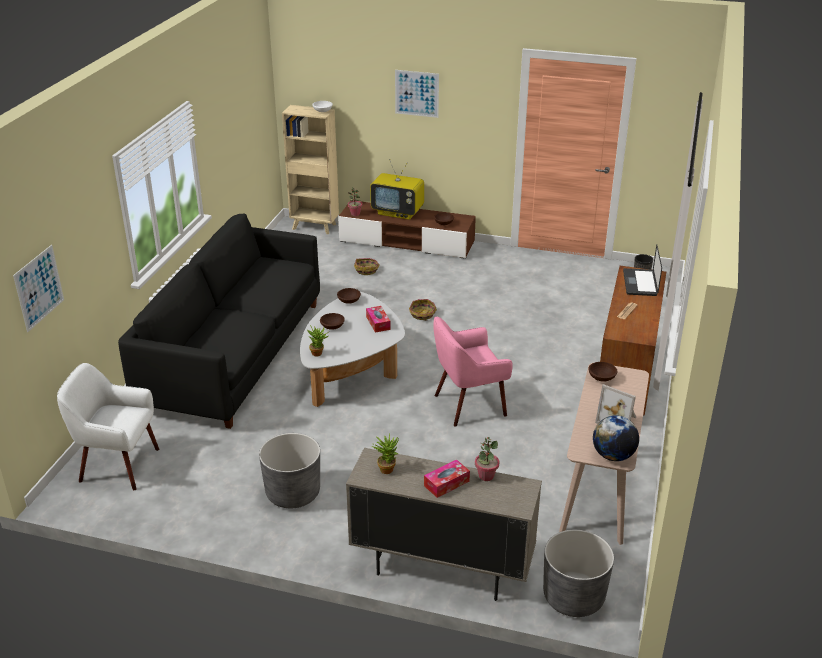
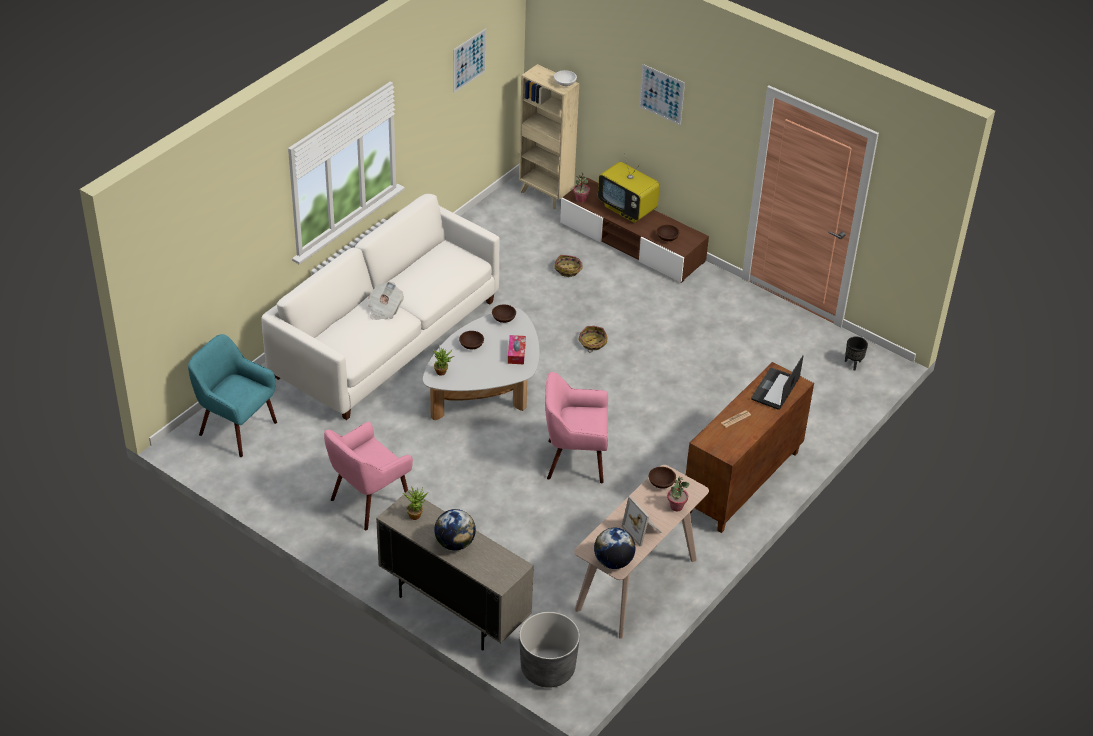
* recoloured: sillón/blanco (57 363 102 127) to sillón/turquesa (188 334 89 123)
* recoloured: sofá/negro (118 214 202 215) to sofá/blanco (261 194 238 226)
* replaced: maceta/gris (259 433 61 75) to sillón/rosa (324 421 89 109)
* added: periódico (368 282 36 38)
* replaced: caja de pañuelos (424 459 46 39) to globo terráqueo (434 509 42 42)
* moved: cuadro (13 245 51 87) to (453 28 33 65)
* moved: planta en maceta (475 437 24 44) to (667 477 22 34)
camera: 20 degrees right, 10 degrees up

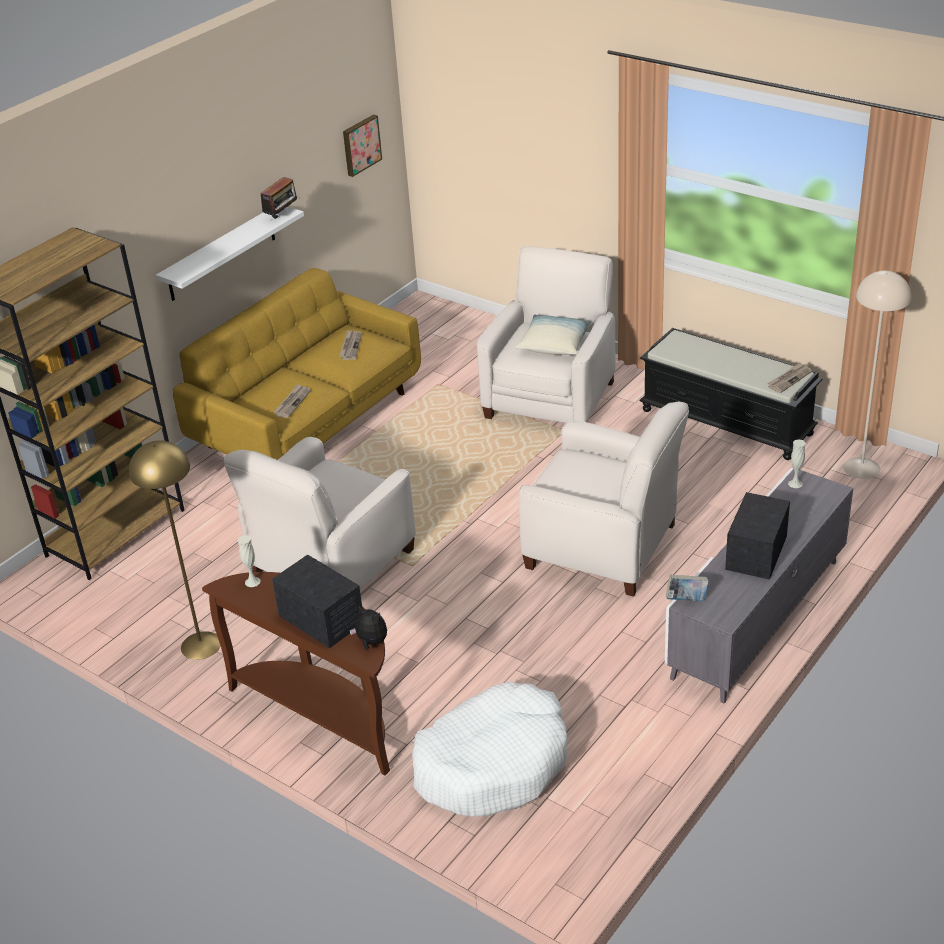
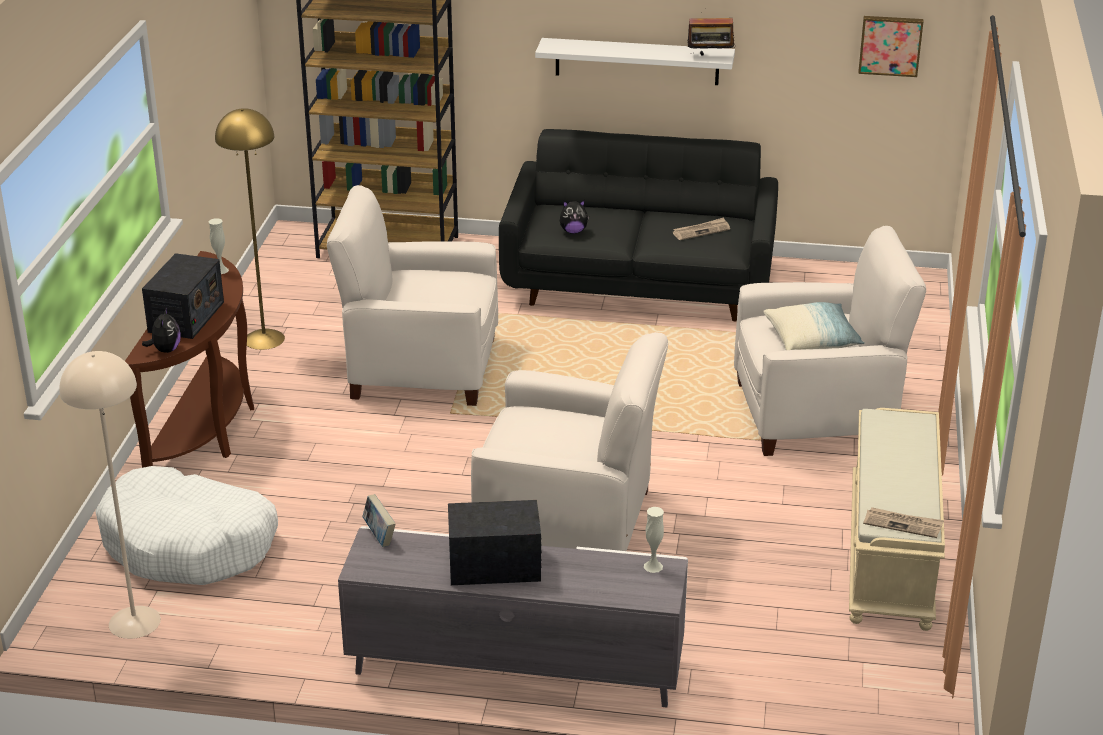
* moved: lámpara de pie/beis (843 271 68 208) to (59 351 102 288)
* turned: sillón/blanco (519 402 170 195) = (471 332 197 219) 75 degrees counterclockwise
* recoloured: sofá/amarillo (173 268 248 192) to sofá/negro (499 129 279 193)
* replaced: periódico (273 384 38 34) to peluche (560 200 29 34)
* recoloured: banco/negro (639 328 183 132) to banco/beis (849 408 96 223)
camera: 60 degrees right, 5 degrees down

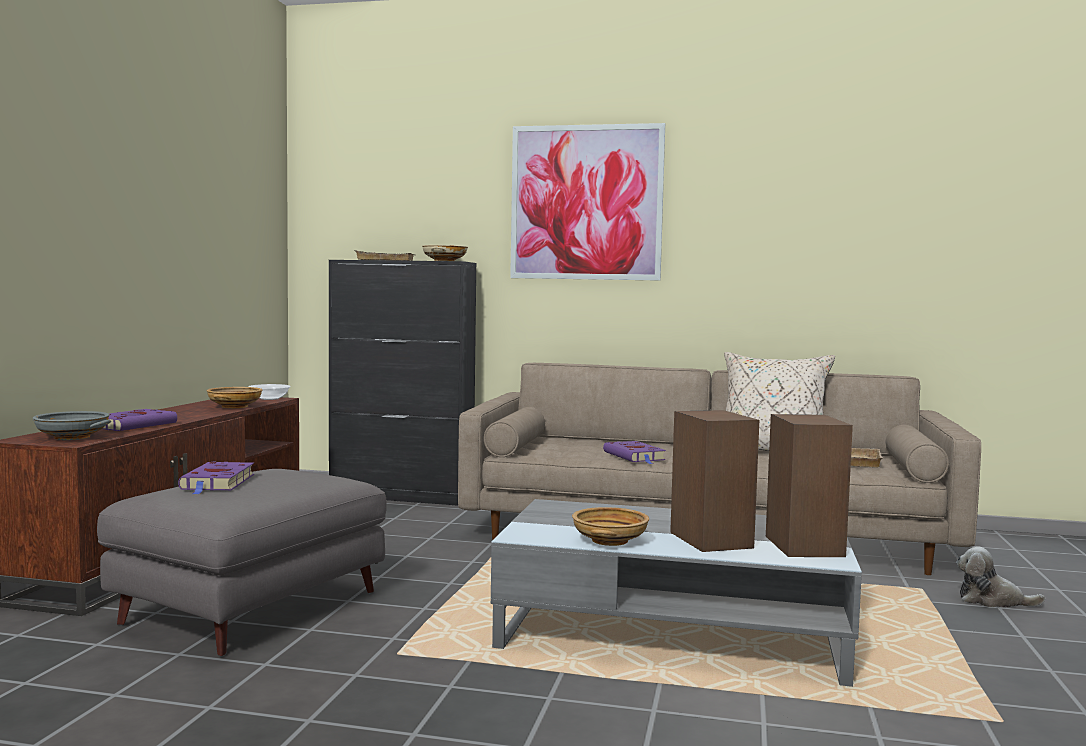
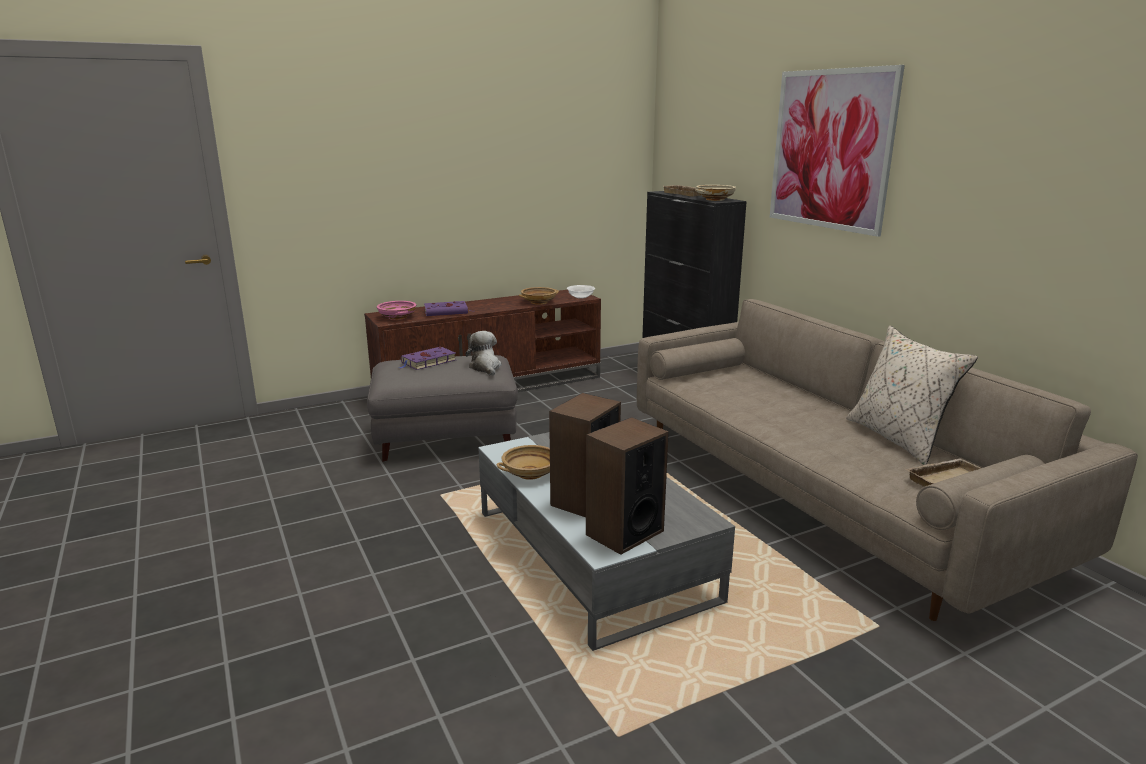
* recoloured: cuenco/gris (33 411 78 29) to cuenco/rosa (377 301 39 19)
* moved: peluche (956 546 89 62) to (465 331 37 45)
* removed: libro/morado (603 441 63 23)
camera: 50 degrees right, 15 degrees up

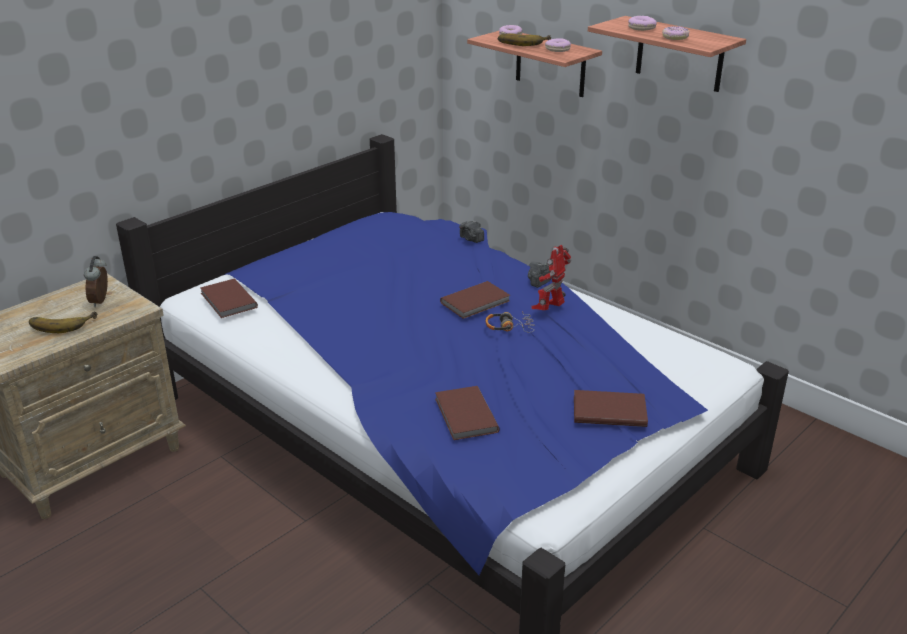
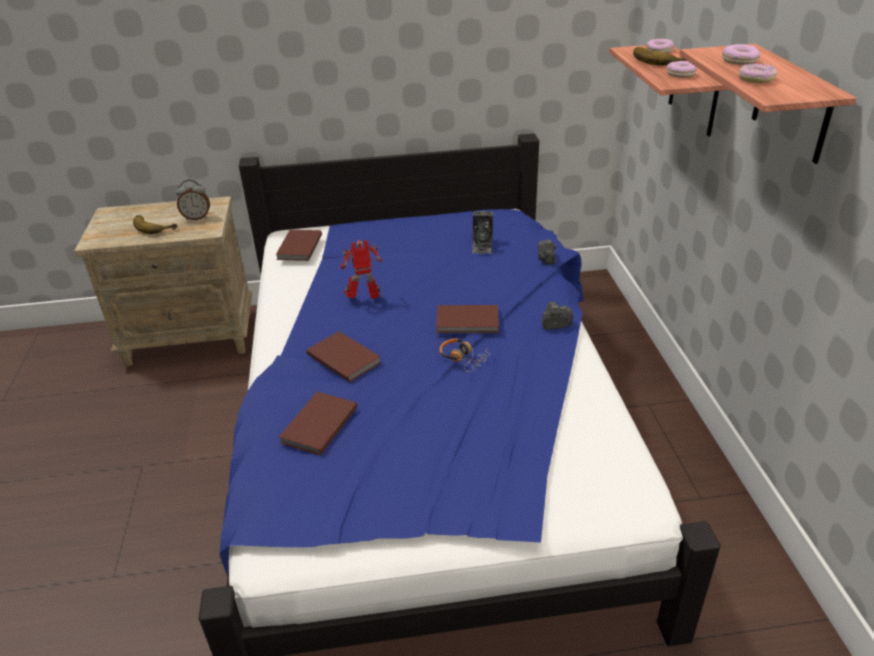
* turned: despertador (84 256 24 51) = (176 179 34 41) 135 degrees counterclockwise
* moved: libro/marrón (574 390 74 37) to (307 331 74 51)
* moved: robot de juguete (532 245 40 65) to (341 240 41 59)
* added: cámara (472 211 21 43)
camera: 40 degrees right, 5 degrees up

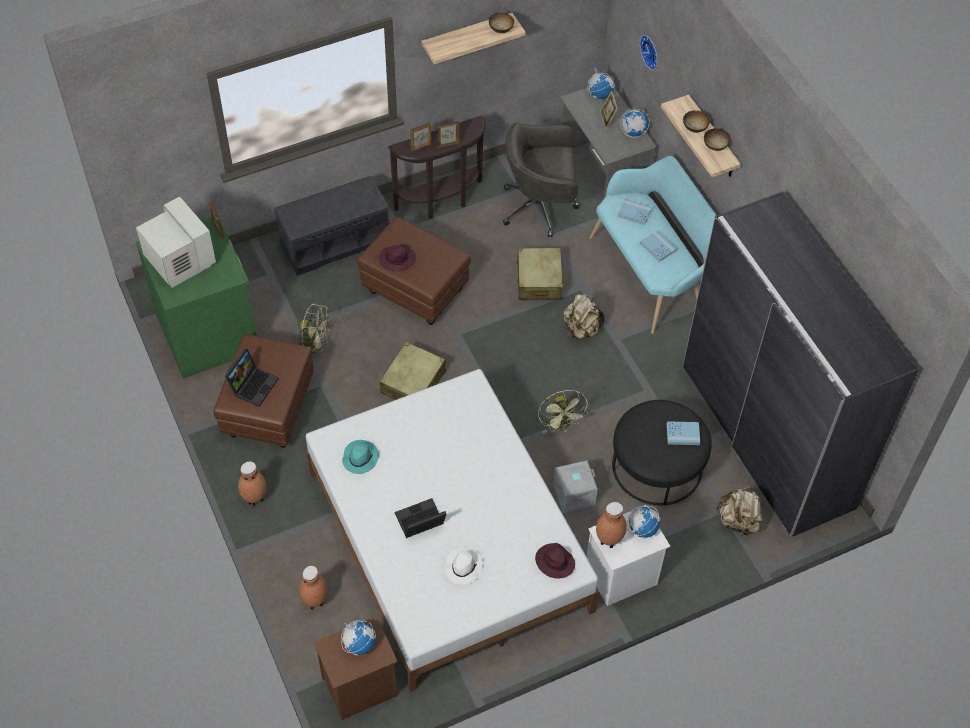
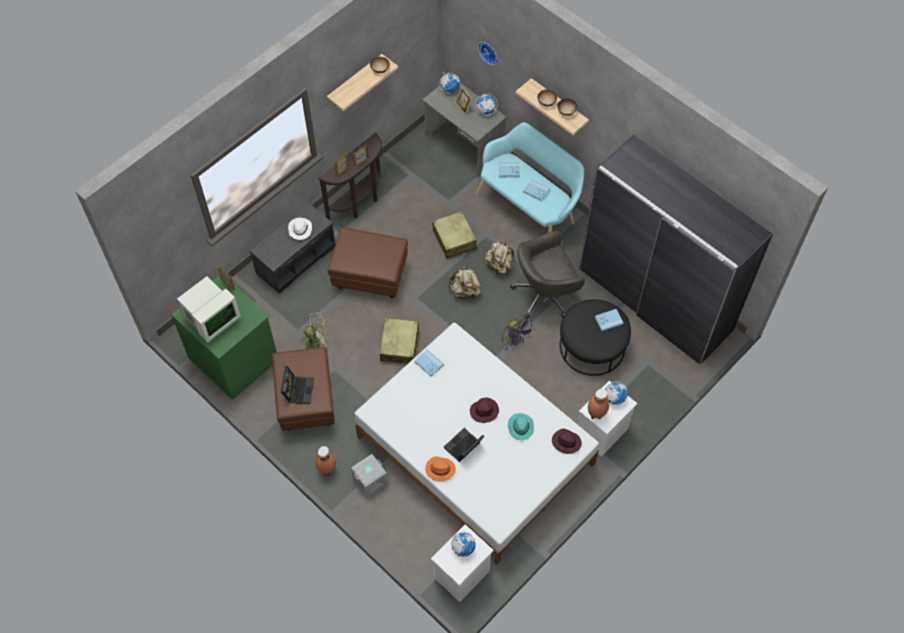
* turned: monitor (136 196 80 92) = (177 276 64 67) 105 degrees clockwise
* moved: sombrero/blanco (445 547 38 38) to (288 218 24 22)
* moved: caja de almacenaje/gris (553 460 45 53) to (351 454 37 42)
* added: libro/azul (414 349 30 27)
* added: sombrero/naranja (425 456 31 25)
* recoloured: mesita de noche/marrón (314 616 84 104) to mesita de noche/blanco (431 524 63 78)
* moved: mochila/beis (716 486 47 51) to (448 266 33 33)
* moved: sombrero/morado (379 245 36 27) to (470 398 29 25)
* recoloured: ventilador/verde (538 390 51 44) to ventilador/morado (502 314 32 37)
* moved: sombrero/turquesa (342 440 37 34) to (508 413 26 27)
* moved: silla de oficina/gris (503 123 77 114) to (511 231 74 88)
* removed: florero/marrón (299 566 28 44)
camera: 20 degrees left, 5 degrees up

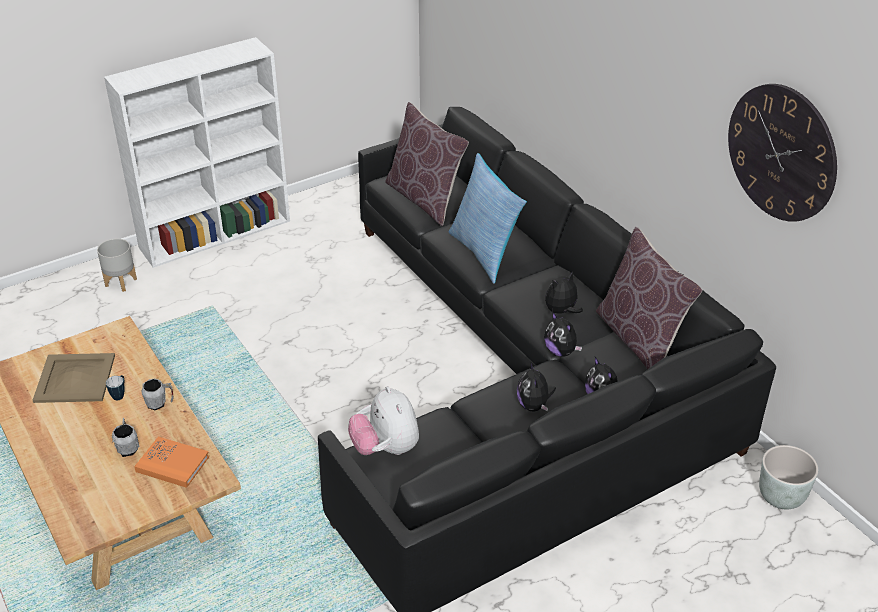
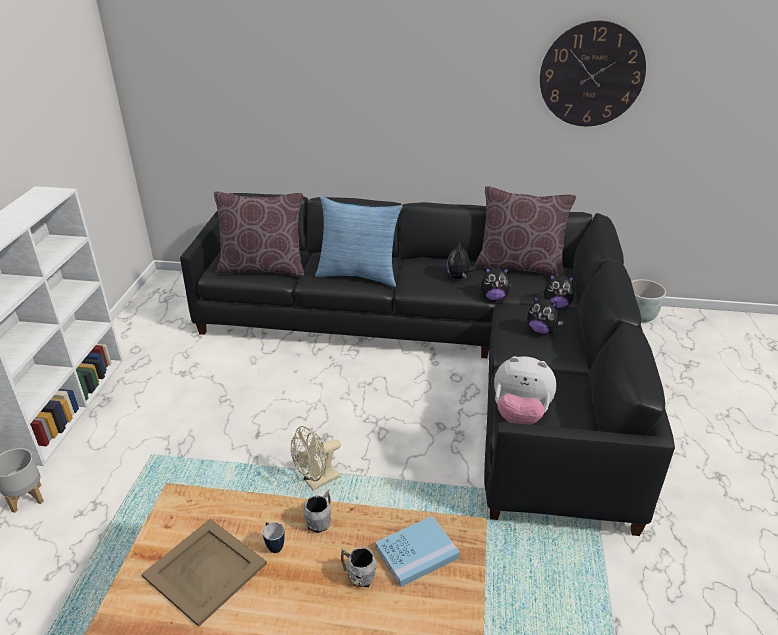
* added: ventilador/beis (291 426 50 64)
* recoloured: libro/naranja (134 437 75 51) to libro/azul (375 516 85 71)
camera: 50 degrees left, 5 degrees down

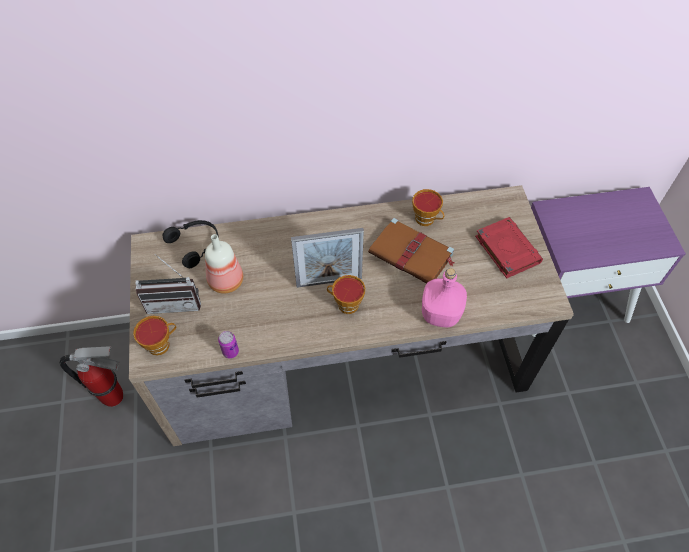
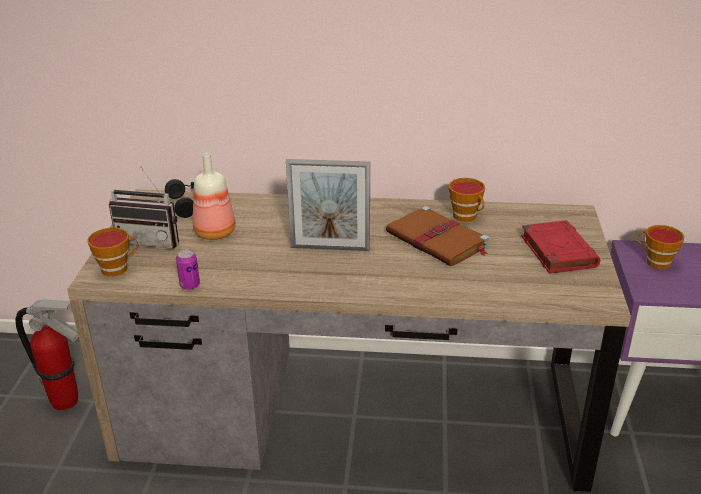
* moved: taza (327 275 38 39) to (637 225 47 44)
* removed: botella/rosa (422 268 45 59)
camera: 15 degrees right, 25 degrees down

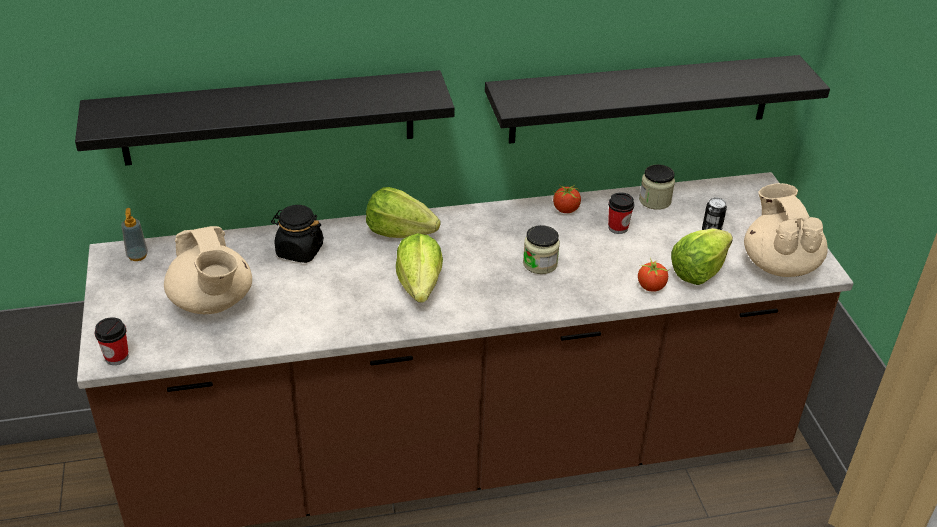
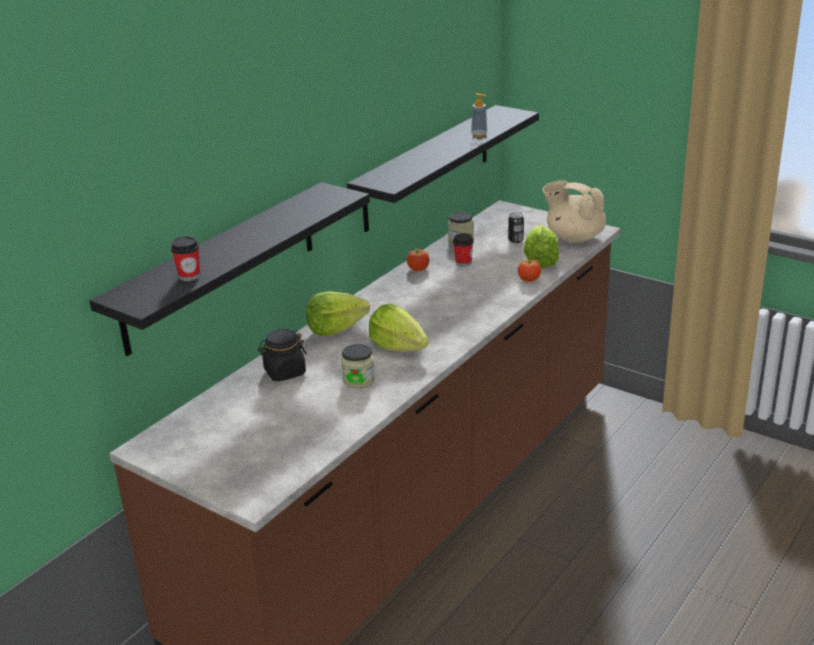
* moved: taza (95 317 34 48) to (171 236 29 45)
* moved: tarro (523 225 37 49) to (341 344 34 45)
* moved: dispensador de jabón (121 208 27 53) to (471 93 16 44)
* removed: tetera/beis (164 226 88 88)
camera: 40 degrees left, 10 degrees down

